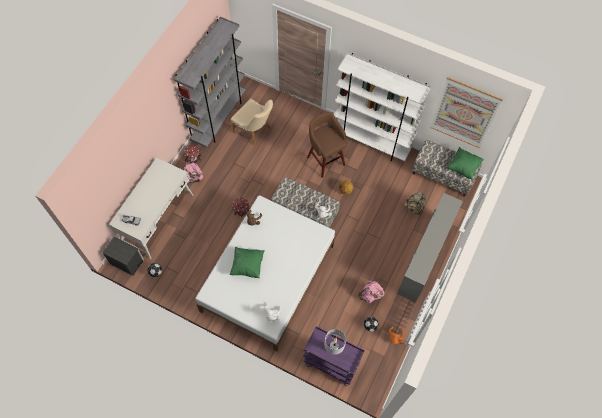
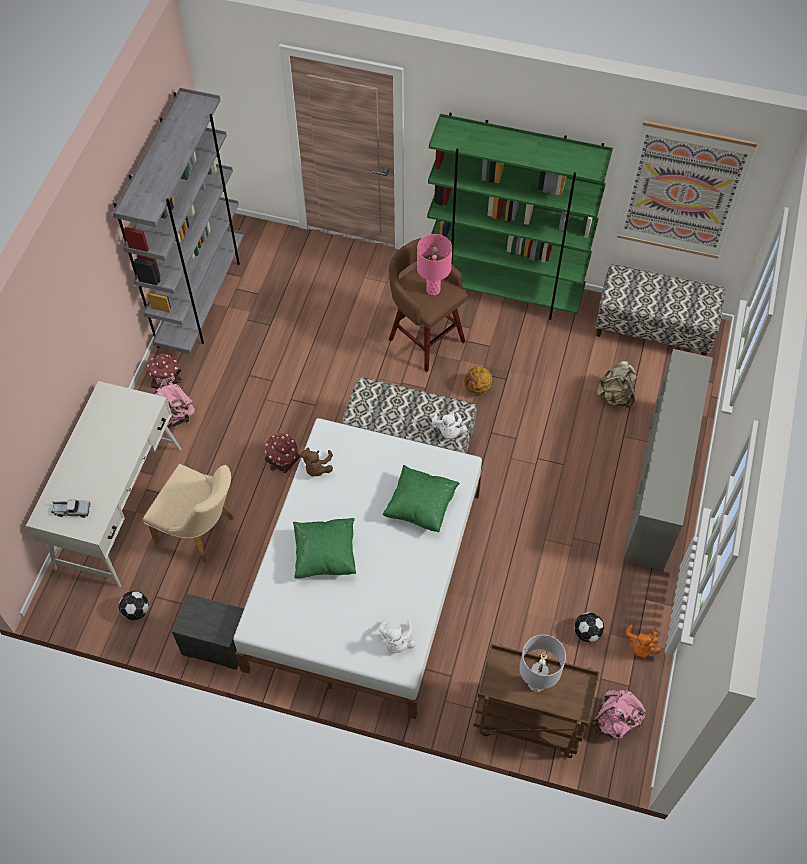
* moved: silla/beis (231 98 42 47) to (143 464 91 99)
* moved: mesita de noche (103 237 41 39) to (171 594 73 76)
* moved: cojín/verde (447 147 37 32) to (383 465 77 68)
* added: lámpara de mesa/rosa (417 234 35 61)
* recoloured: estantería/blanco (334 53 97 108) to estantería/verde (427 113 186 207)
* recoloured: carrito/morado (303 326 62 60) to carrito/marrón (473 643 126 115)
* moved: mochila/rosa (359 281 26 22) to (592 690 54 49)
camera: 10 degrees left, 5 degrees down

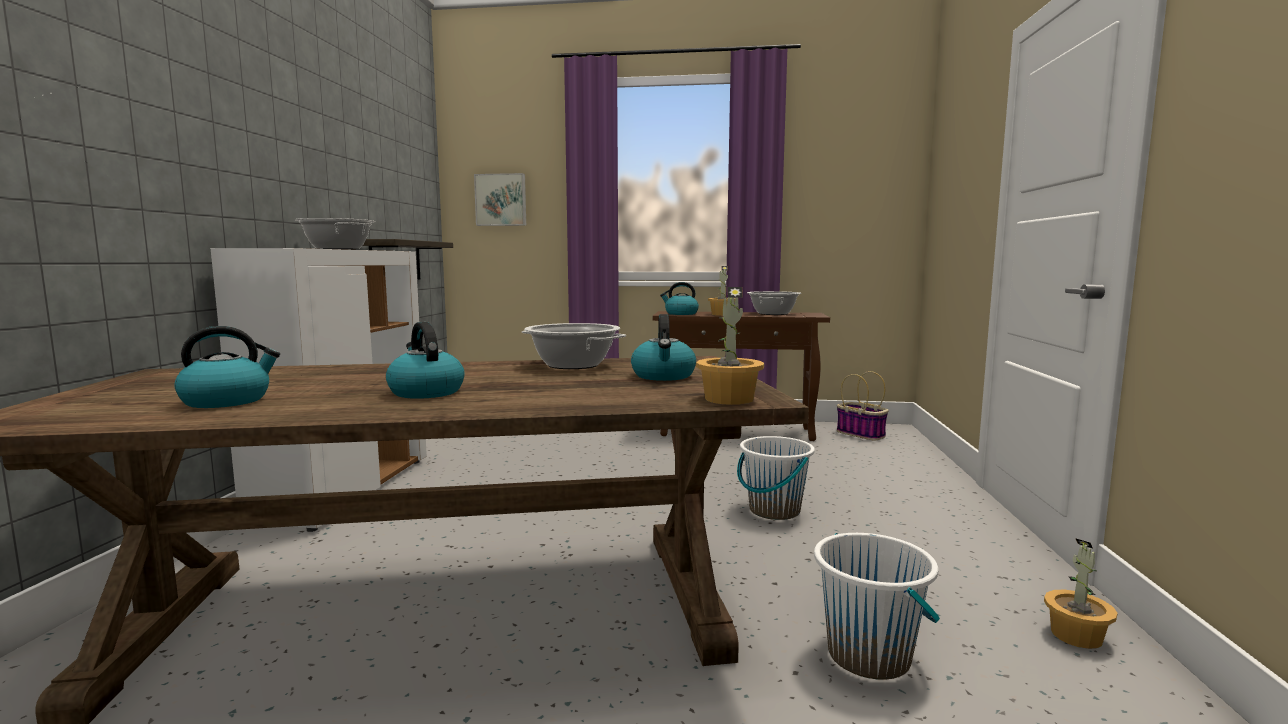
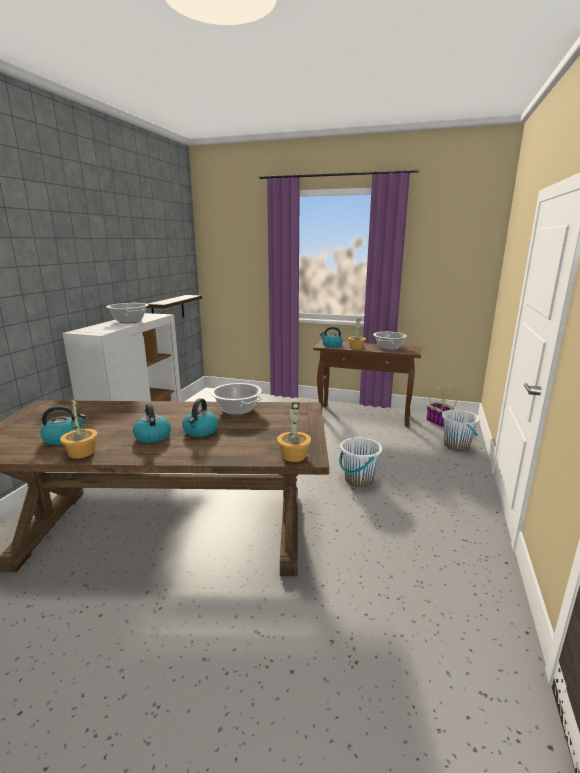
* moved: planta en maceta (1044 538 73 111) to (60 399 38 59)
* moved: hervidor (631 314 65 67) to (182 398 36 39)
* moved: cubo/blanco (814 533 126 147) to (442 410 38 41)
* removed: cuadro (474 173 52 53)
camera: 10 degrees right, 10 degrees up

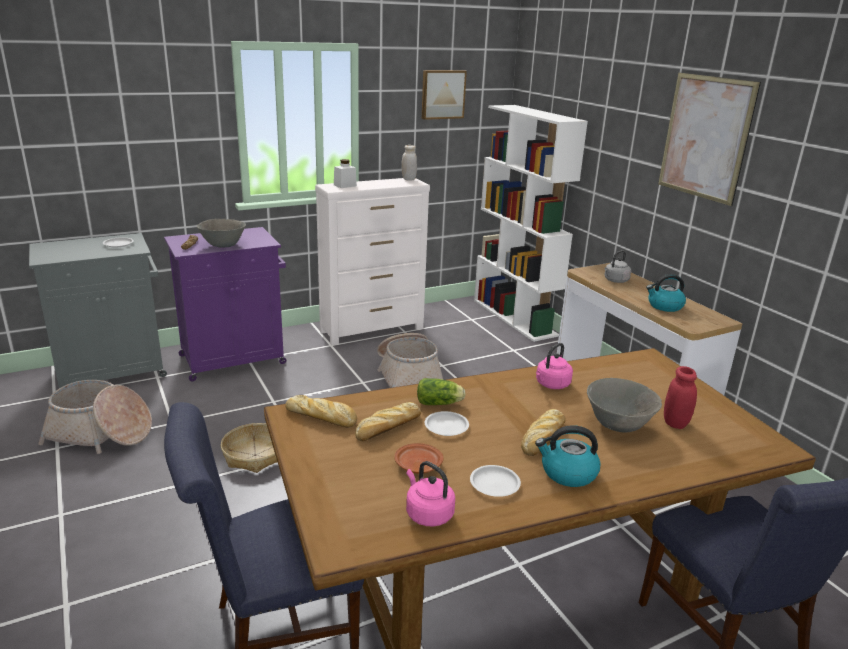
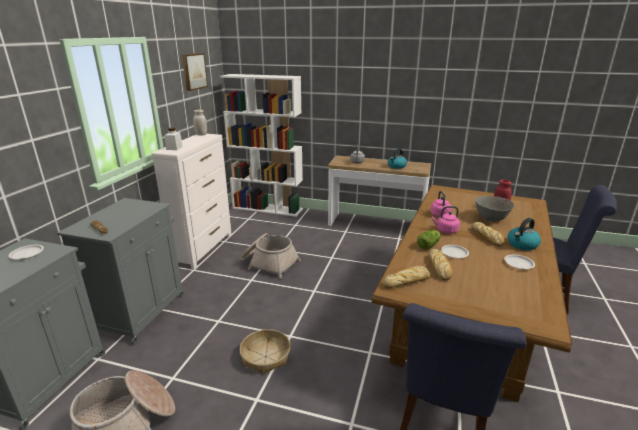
* recoloured: armario/morado (164 227 122 154) to armario/gris (57 198 127 147)
* moved: hervidor/rosa (406 461 49 66) to (431 206 29 28)
* removed: cuenco/gris (197 219 49 29)
* removed: plato/marrón (394 443 50 31)
* removed: cuadro (658 73 103 133)
camera: 45 degrees left, 0 degrees up

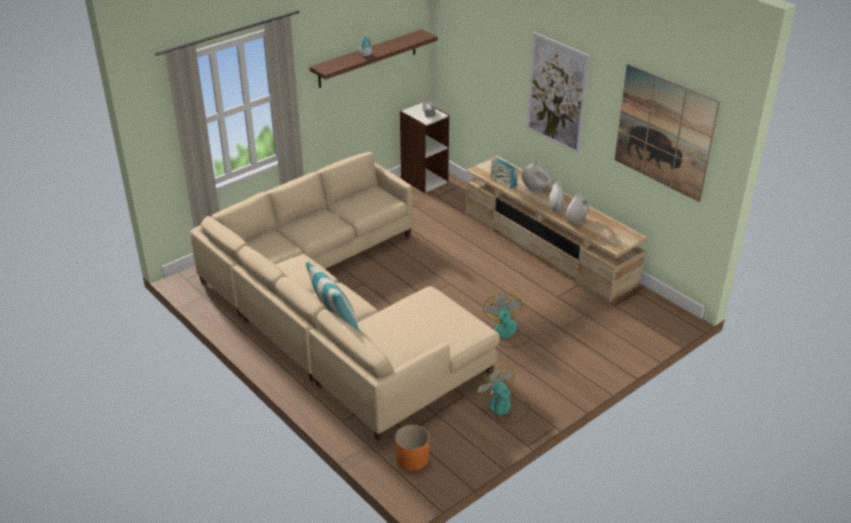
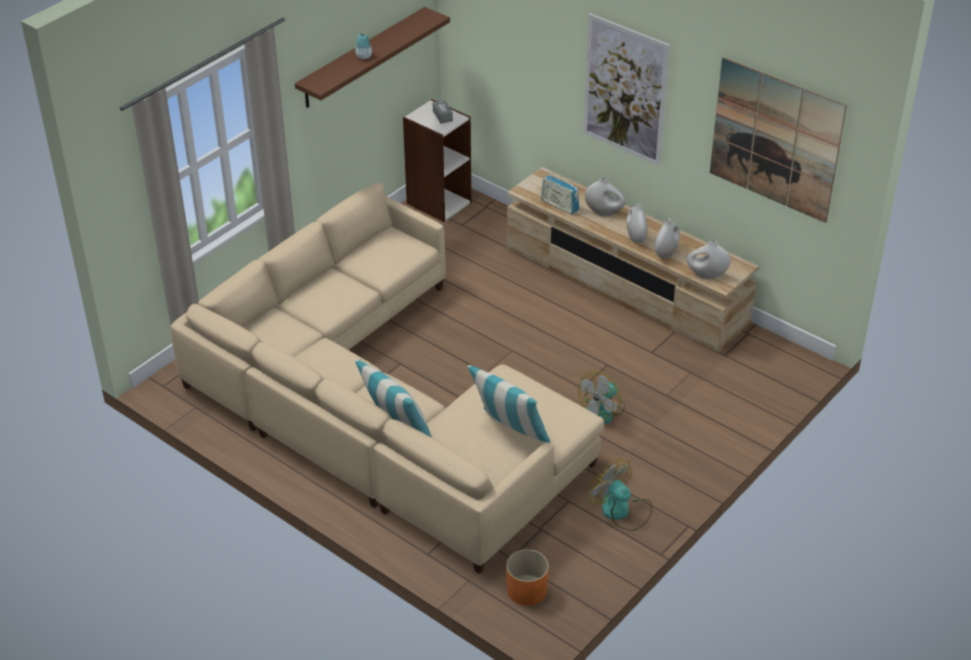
* added: cojín (468 365 82 78)
* turned: ventilador (483 292 48 56) = (578 371 47 53) 120 degrees counterclockwise
* added: florero/blanco (686 240 44 39)
camera: 10 degrees left, 5 degrees up

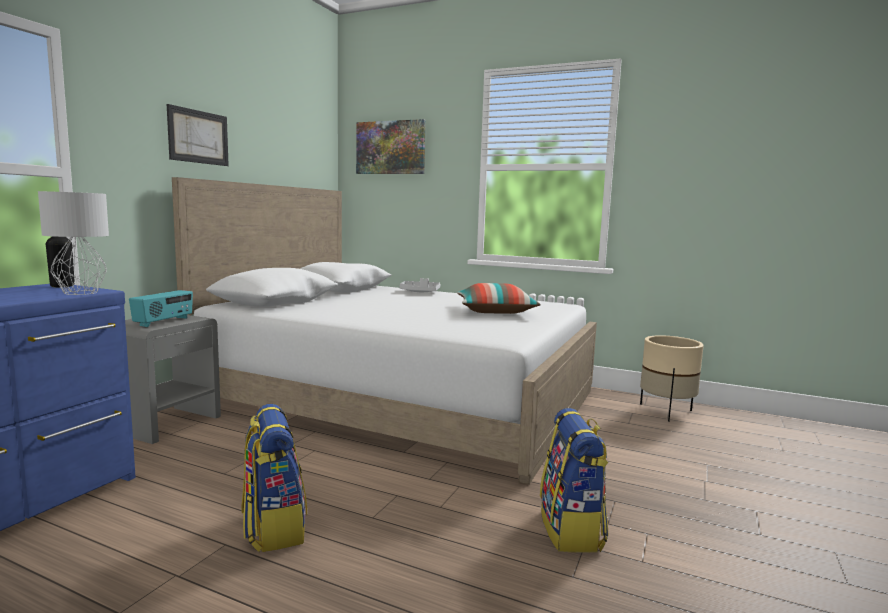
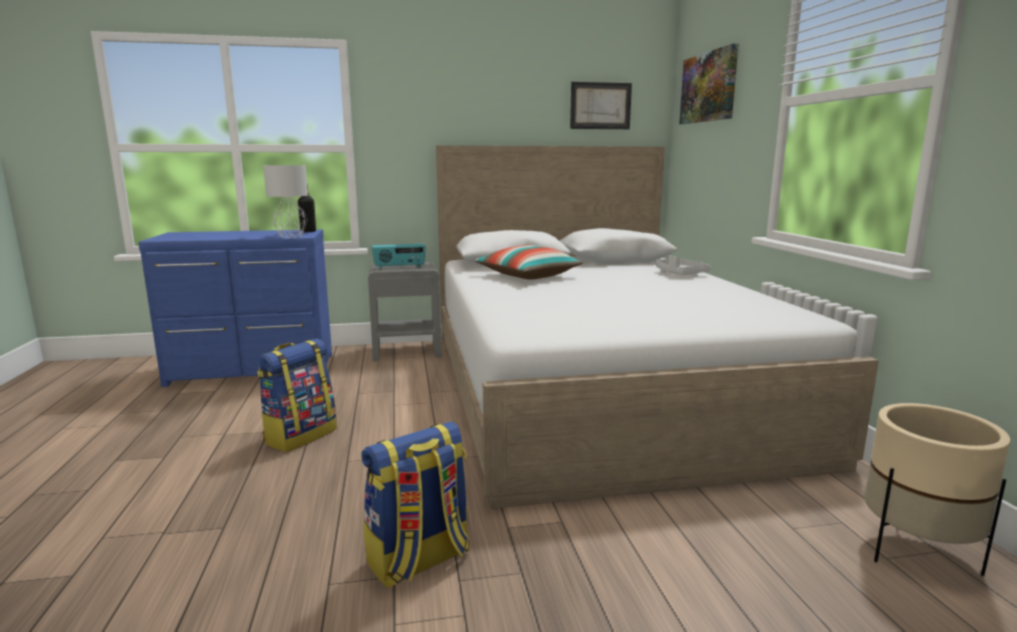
* moved: cojín (457 283 84 31) to (475 245 108 35)
* moved: cuadro (167 104 62 62) to (570 82 62 47)
camera: 55 degrees right, 5 degrees up

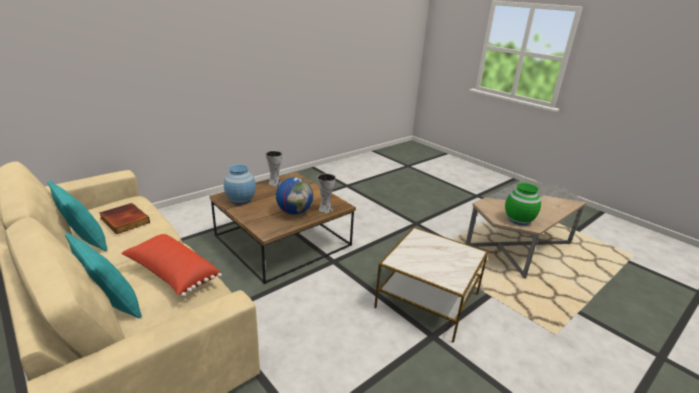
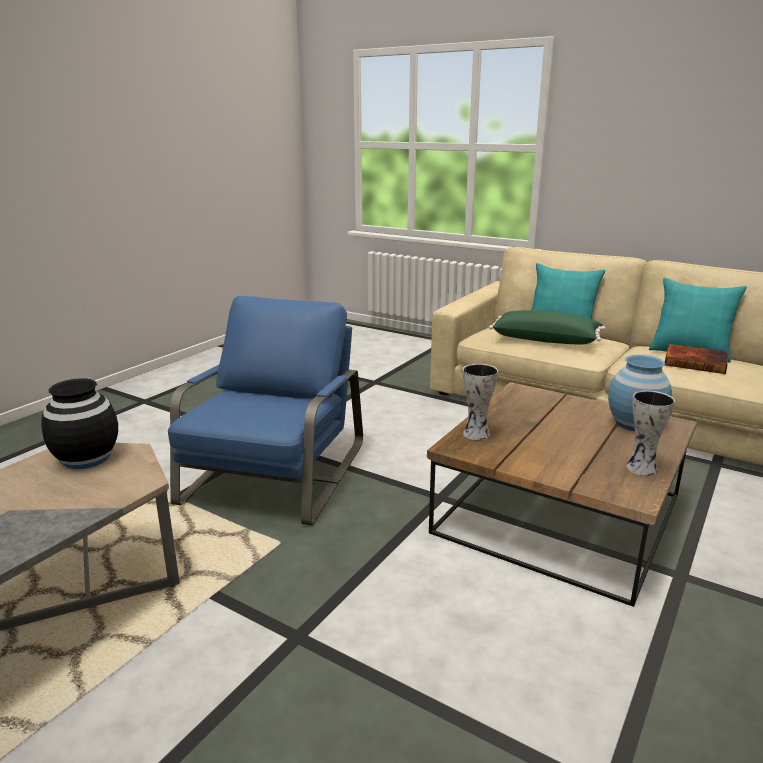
* recoloured: florero/verde (505 183 36 42) to florero/negro (41 378 77 91)
* replaced: mesa auxiliar (374 227 114 116) to sillón/azul (168 296 195 230)
* recoloured: cojín/rojo (121 234 101 63) to cojín/verde (489 310 116 34)
* removed: globo terráqueo (276 177 37 38)
camera: 165 degrees right, 5 degrees down

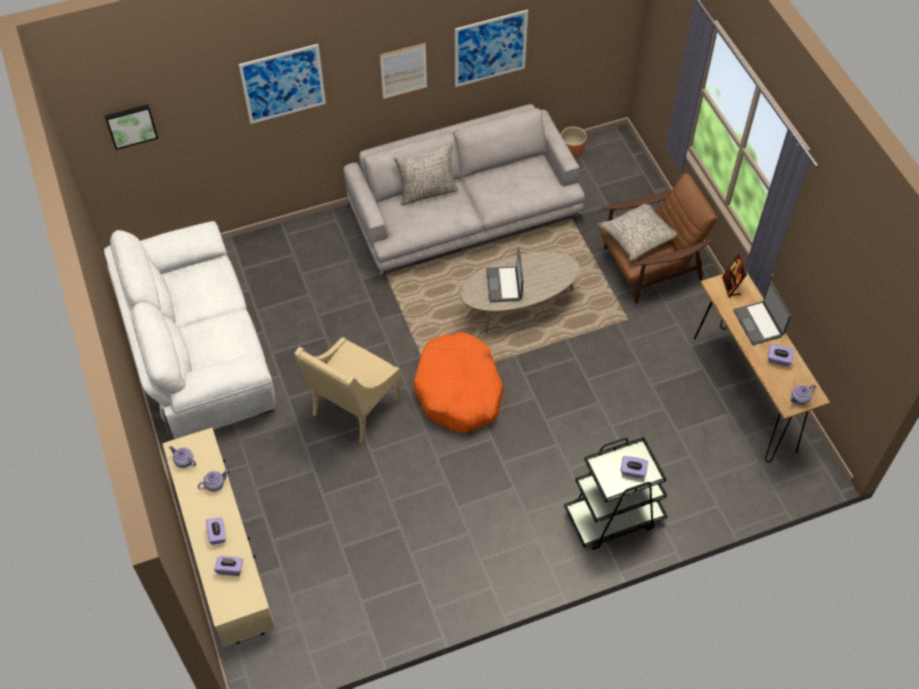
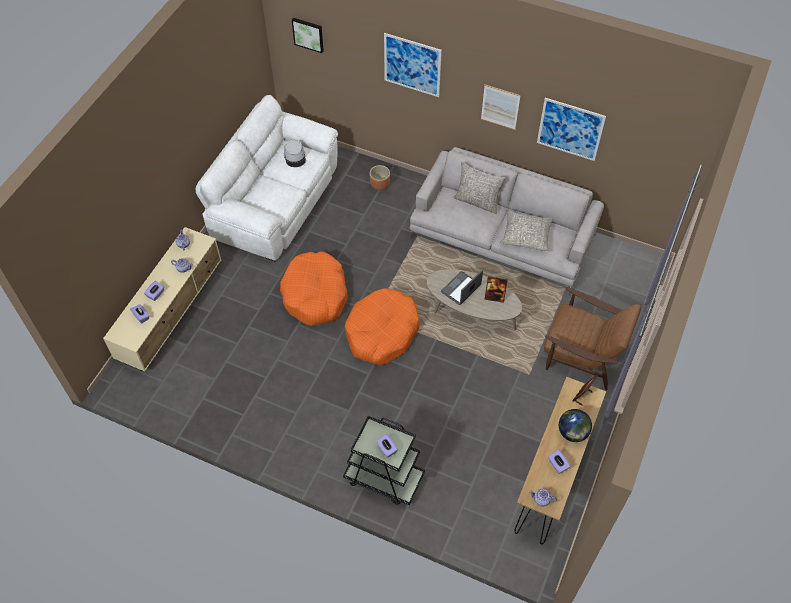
* replaced: sillón/beis (295 337 105 107) to cama para perro/naranja (280 251 68 75)
* added: sombrero/gris (284 139 22 28)
* moved: maceta/marrón (561 127 26 31) to (370 165 20 25)
* added: portarretratos (485 276 23 27)
* moved: cojín/gris (598 204 79 57) to (500 210 53 41)
* replaced: portátil (733 282 58 63) to globo terráqueo (559 409 33 33)
camera: 45 degrees right, 0 degrees up

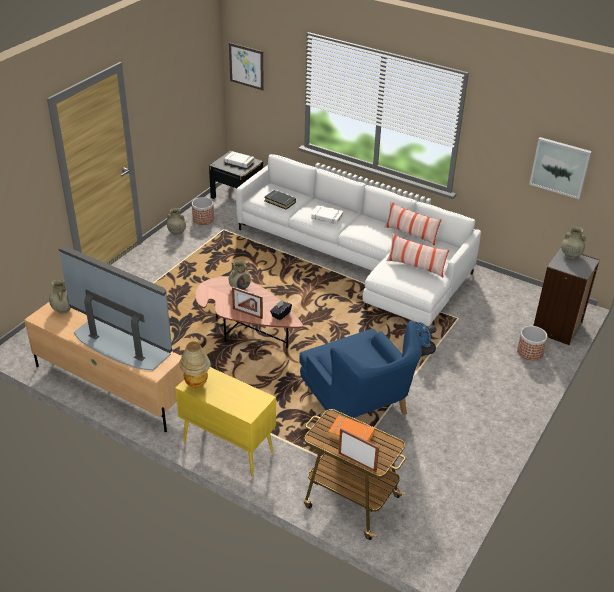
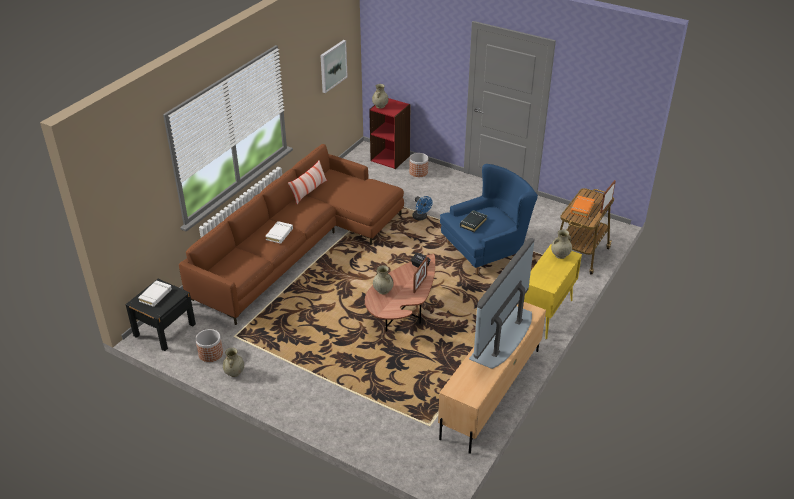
* recoloured: sofá/blanco (236 154 245 173) to sofá/marrón (179 144 225 181)
* recoloured: estantería/gris (533 248 67 97) to estantería/rojo (369 98 41 71)
* moved: libro/negro (264 190 32 20) to (460 210 27 22)
* moved: florero/beis (49 279 21 35) to (551 229 21 30)
* removed: lámpara de mesa (179 342 31 46)
* removed: cuadro (229 43 35 47)
* removed: cojín (387 233 62 44)
camera: 90 degrees left, 0 degrees up

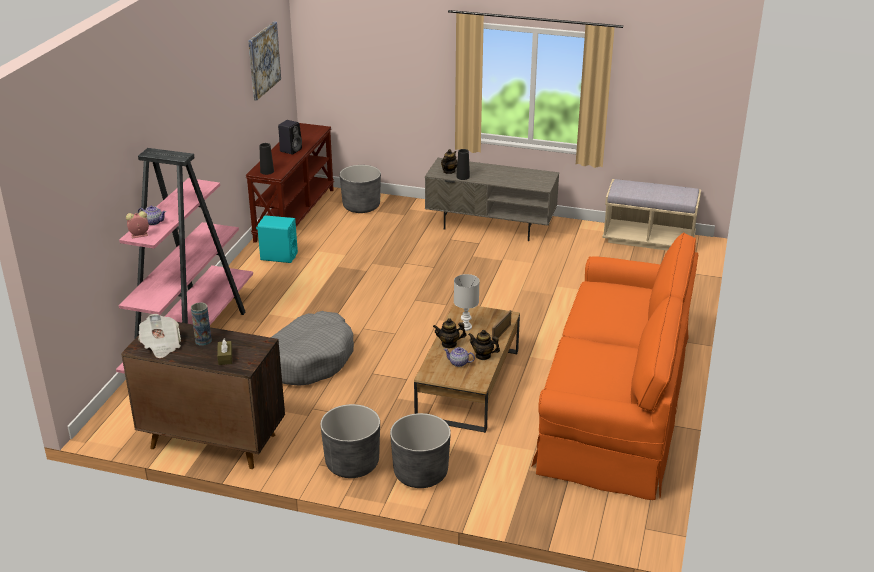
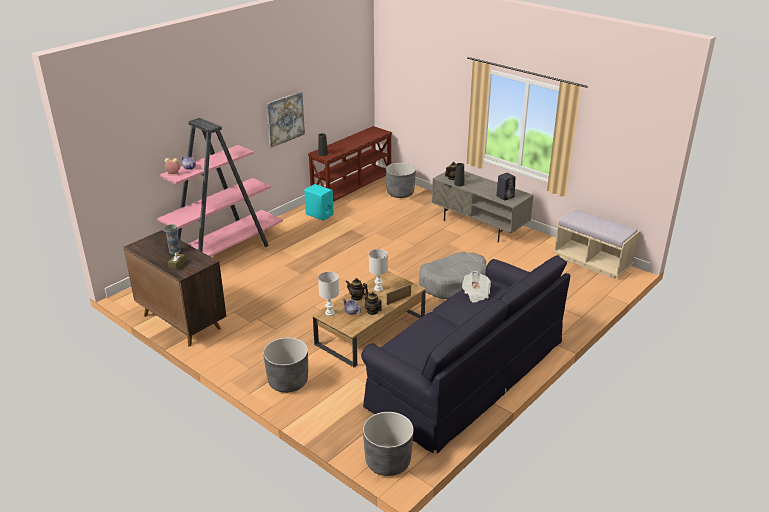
* moved: cuadro (248 22 33 79) to (266 92 39 56)
* added: lámpara de mesa/blanco (318 272 21 44)
* recoloured: sofá/naranja (531 232 167 268) to sofá/negro (361 255 209 198)
* moved: maceta/gris (320 404 60 74) to (363 412 51 64)
* moved: cama para perro/gris (271 311 83 75) to (419 252 68 47)
* moved: periódico (139 314 42 44) to (462 271 29 32)
* moved: altavoz/negro (278 120 24 35) to (496 173 19 27)
camera: 25 degrees right, 0 degrees up

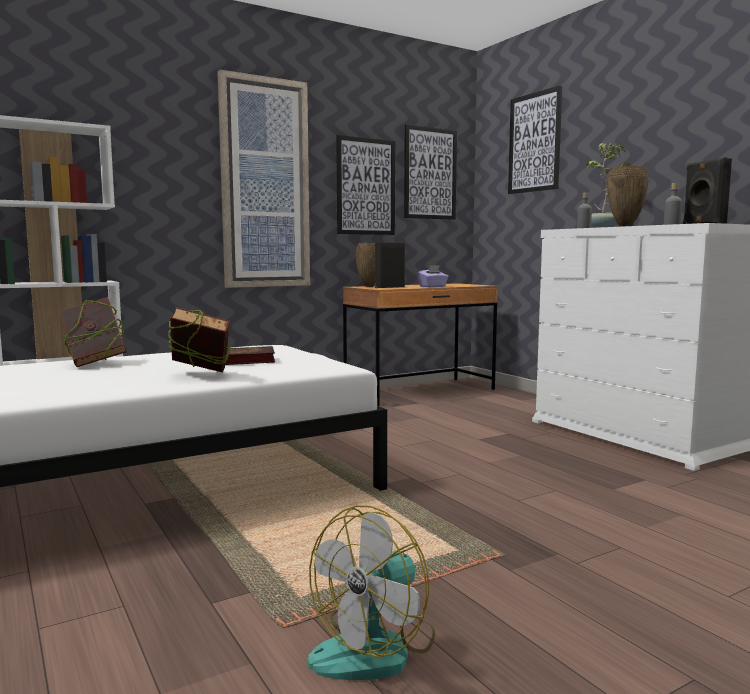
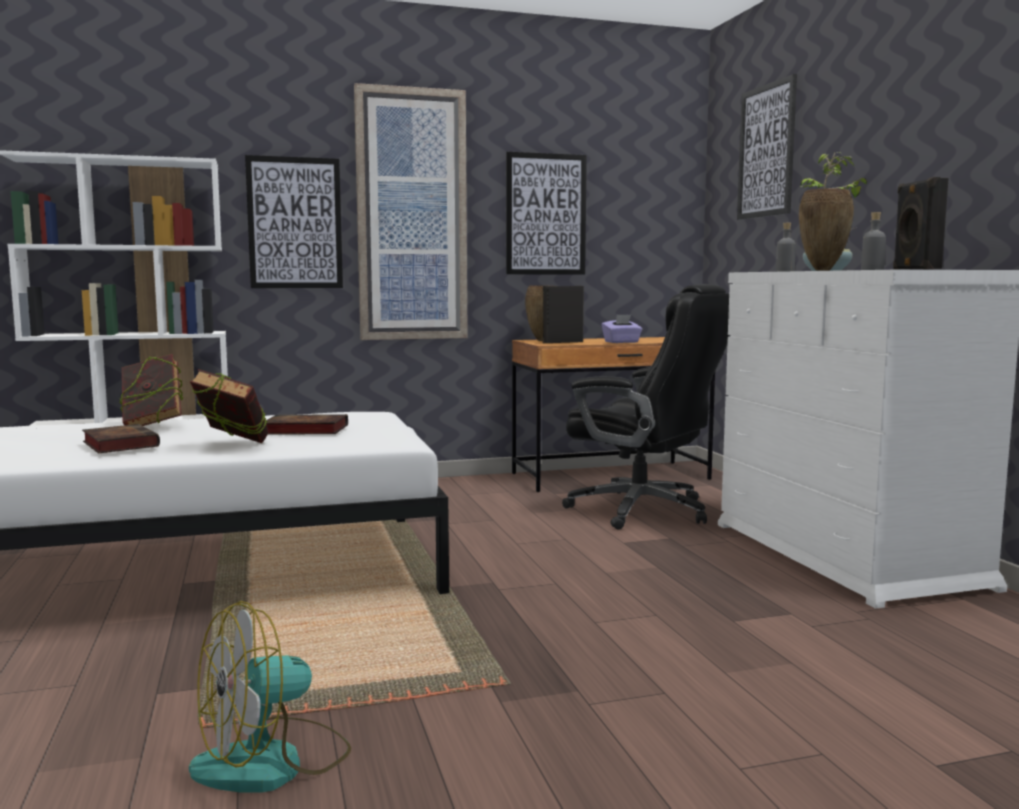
* added: libro (82 424 78 30)
* moved: cuadro (404 124 53 96) to (245 155 98 133)
* added: silla de oficina/negro (562 284 168 246)
camera: 15 degrees right, 0 degrees up

